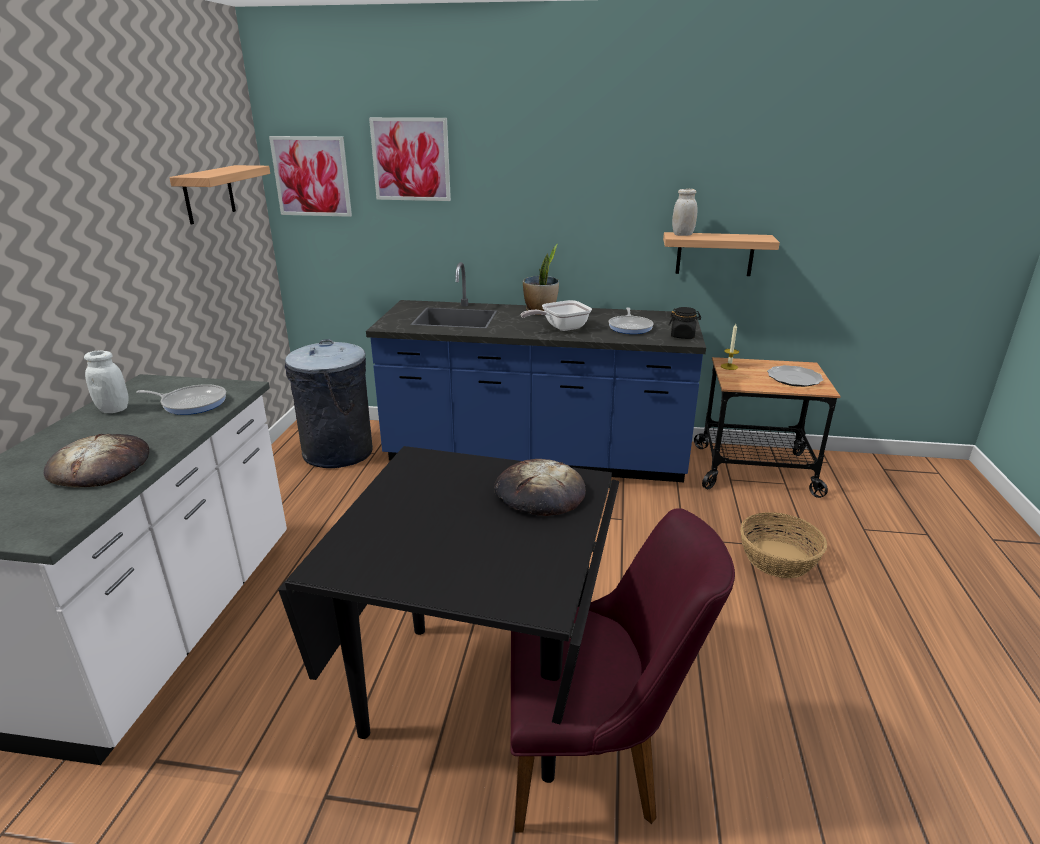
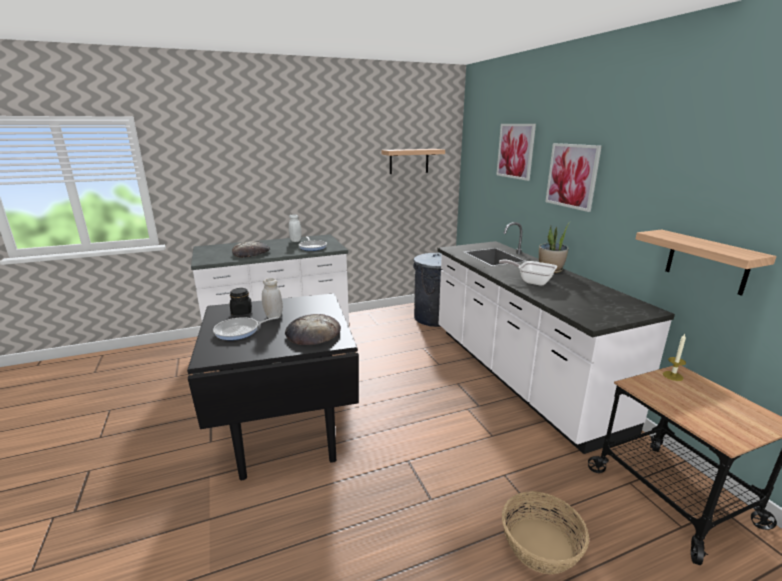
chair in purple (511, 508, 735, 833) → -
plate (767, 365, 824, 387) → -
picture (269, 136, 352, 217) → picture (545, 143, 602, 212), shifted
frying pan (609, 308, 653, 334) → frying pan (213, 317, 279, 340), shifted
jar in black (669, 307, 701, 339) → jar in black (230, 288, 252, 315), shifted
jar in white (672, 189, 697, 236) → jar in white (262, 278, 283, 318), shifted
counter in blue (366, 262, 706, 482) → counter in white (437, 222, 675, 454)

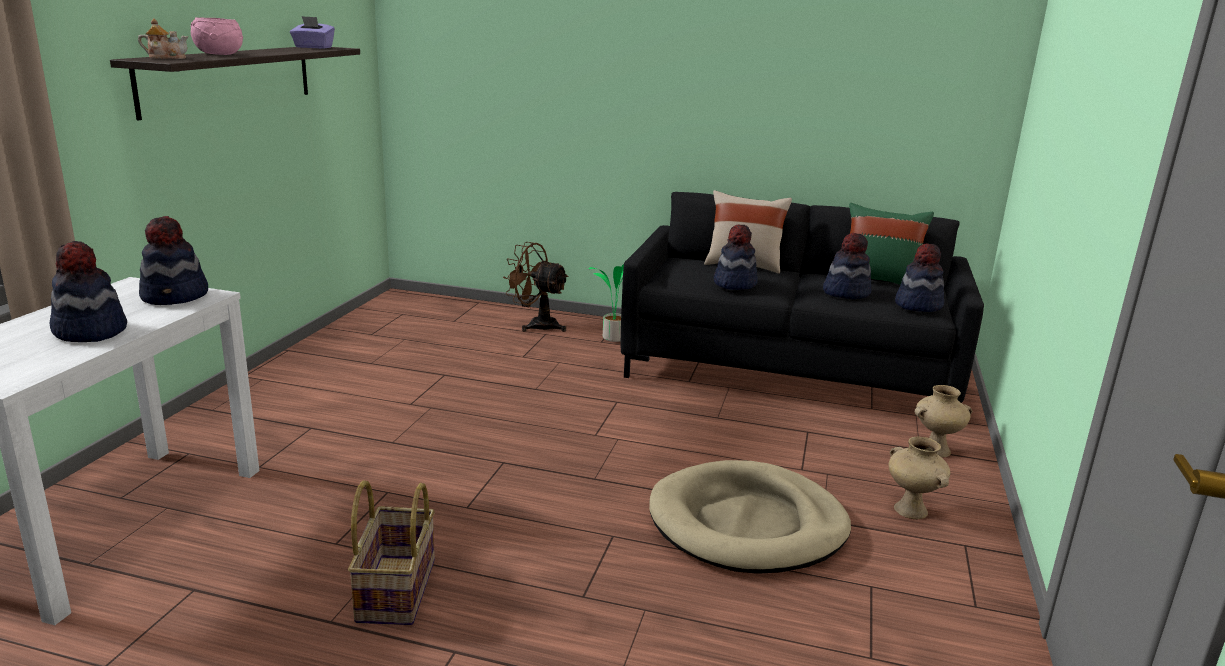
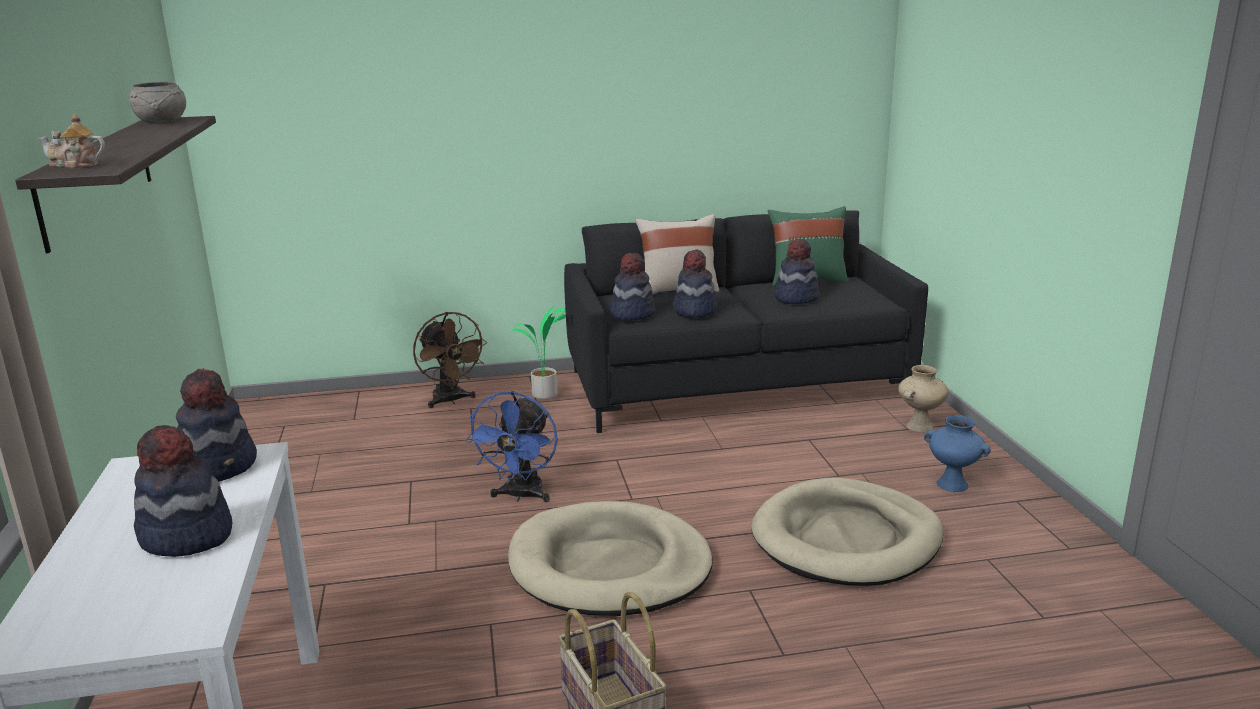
bowl in pink (191, 17, 243, 55) → -
- → fan in blue (465, 391, 558, 502)
- → dog bed in beige (508, 501, 713, 616)
hat (895, 243, 944, 312) → hat (610, 253, 656, 321), shifted
tissue box in purple (290, 16, 335, 49) → bowl in grey (129, 82, 186, 123)
vase in beige (888, 436, 950, 519) → vase in blue (924, 415, 991, 492)
teapot (138, 18, 188, 59) → teapot (38, 114, 105, 168), 150 degrees counterclockwise
fan in brown (503, 242, 569, 332) → fan in brown (413, 312, 488, 408), 120 degrees counterclockwise

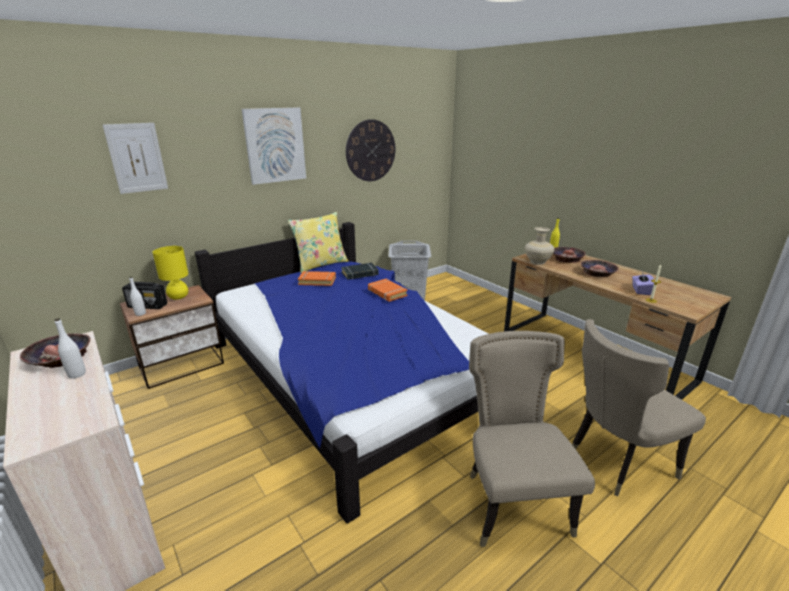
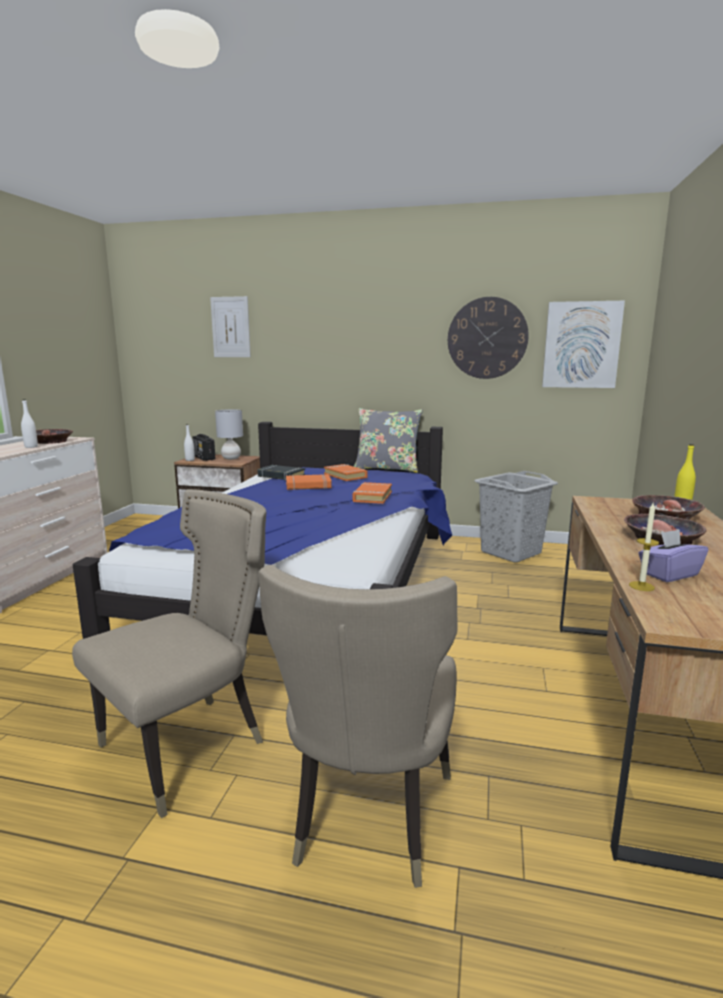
vase in beige (525, 227, 554, 265) → -
- → book in orange (286, 474, 332, 490)
picture (242, 107, 306, 185) → picture (542, 301, 625, 388), shifted
book in black (341, 263, 379, 280) → book in black (257, 465, 305, 480), shifted
table lamp in yellow (153, 246, 188, 299) → table lamp in grey (215, 409, 243, 460)
pillow in yellow (288, 212, 348, 273) → pillow in grey (354, 408, 423, 473)
chair in beige (572, 319, 706, 497) → chair in beige (258, 565, 457, 888), 105 degrees counterclockwise

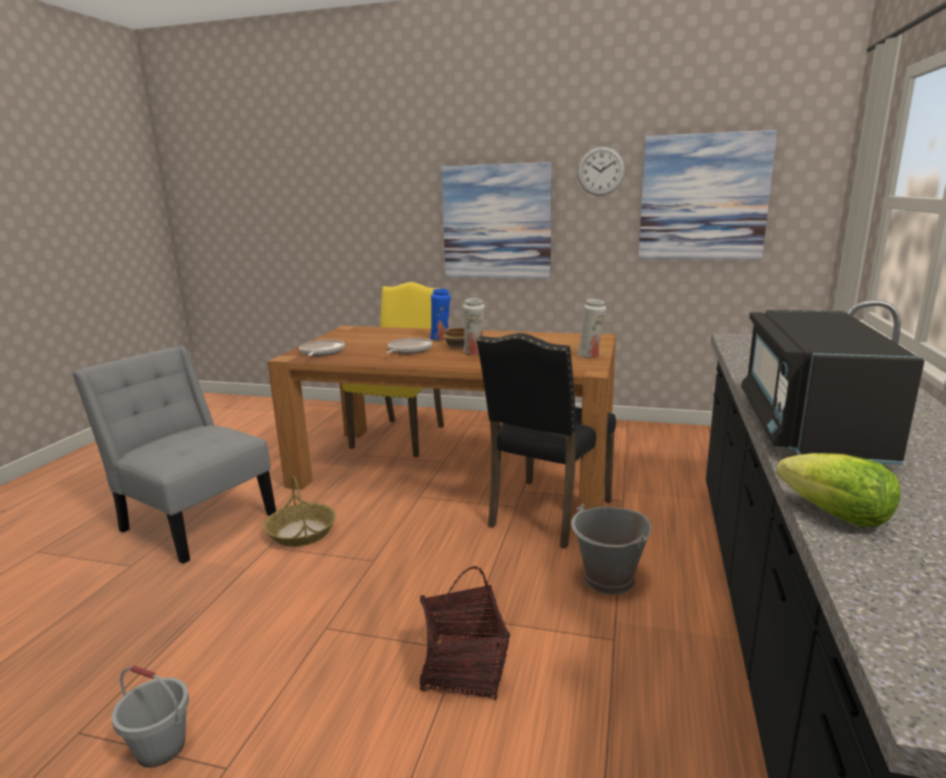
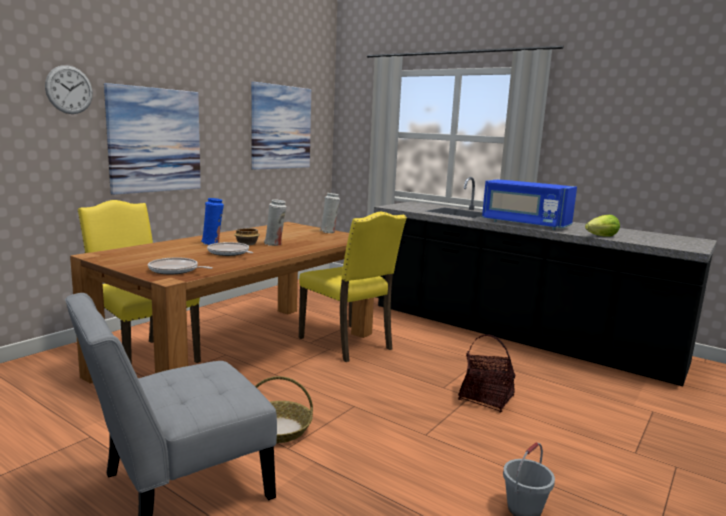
bucket in grey (571, 504, 651, 595) → -
wall clock (577, 146, 625, 196) → wall clock (45, 65, 93, 114), shifted
chair in black (477, 333, 616, 549) → chair in yellow (299, 212, 407, 362)
microwave in black (741, 310, 925, 465) → microwave in blue (482, 179, 577, 230)

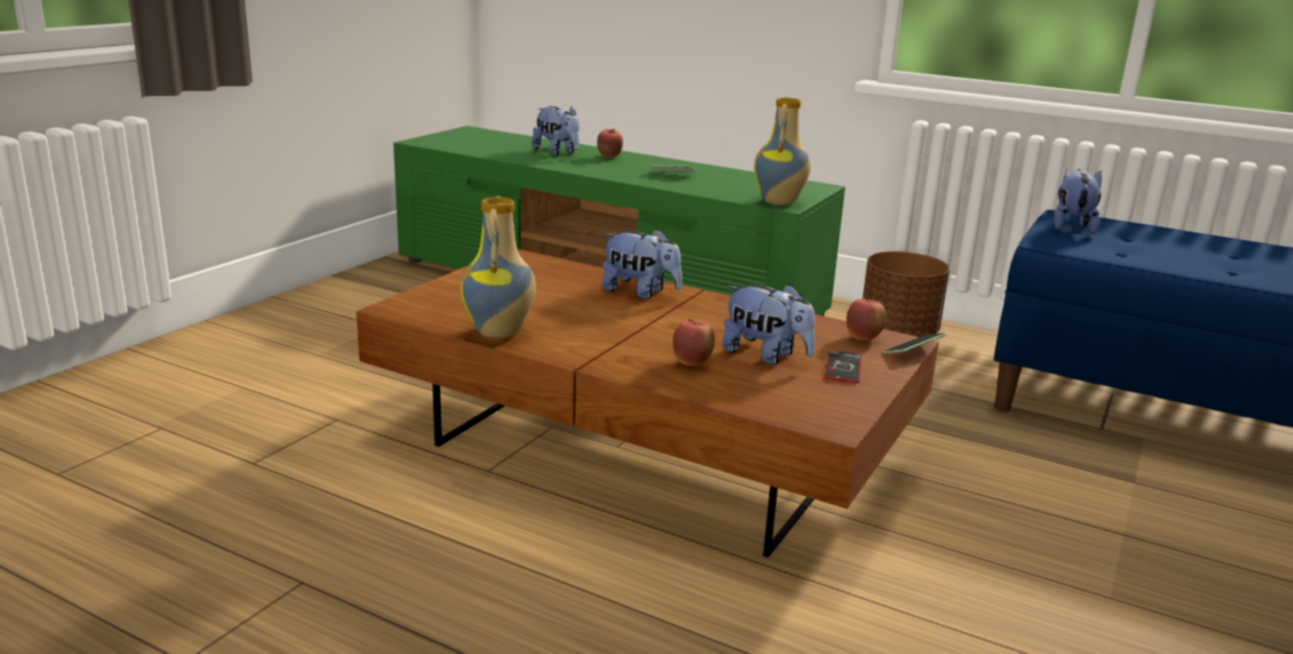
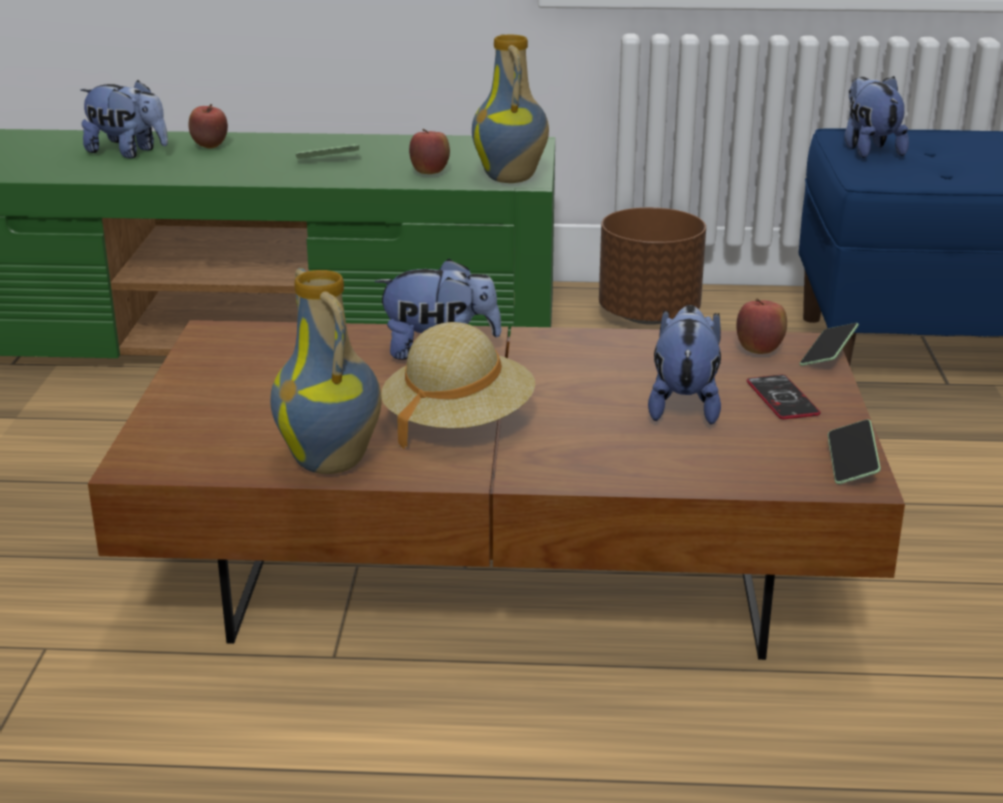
- → hat in beige (381, 322, 535, 450)
- → phone (828, 419, 881, 484)
apple (673, 319, 715, 366) → apple (409, 128, 450, 174), shifted
plush toy (722, 284, 815, 365) → plush toy (648, 305, 721, 425), 90 degrees counterclockwise

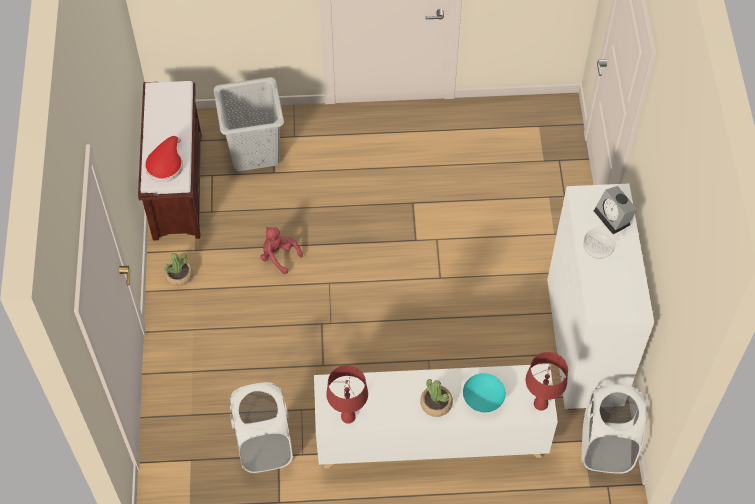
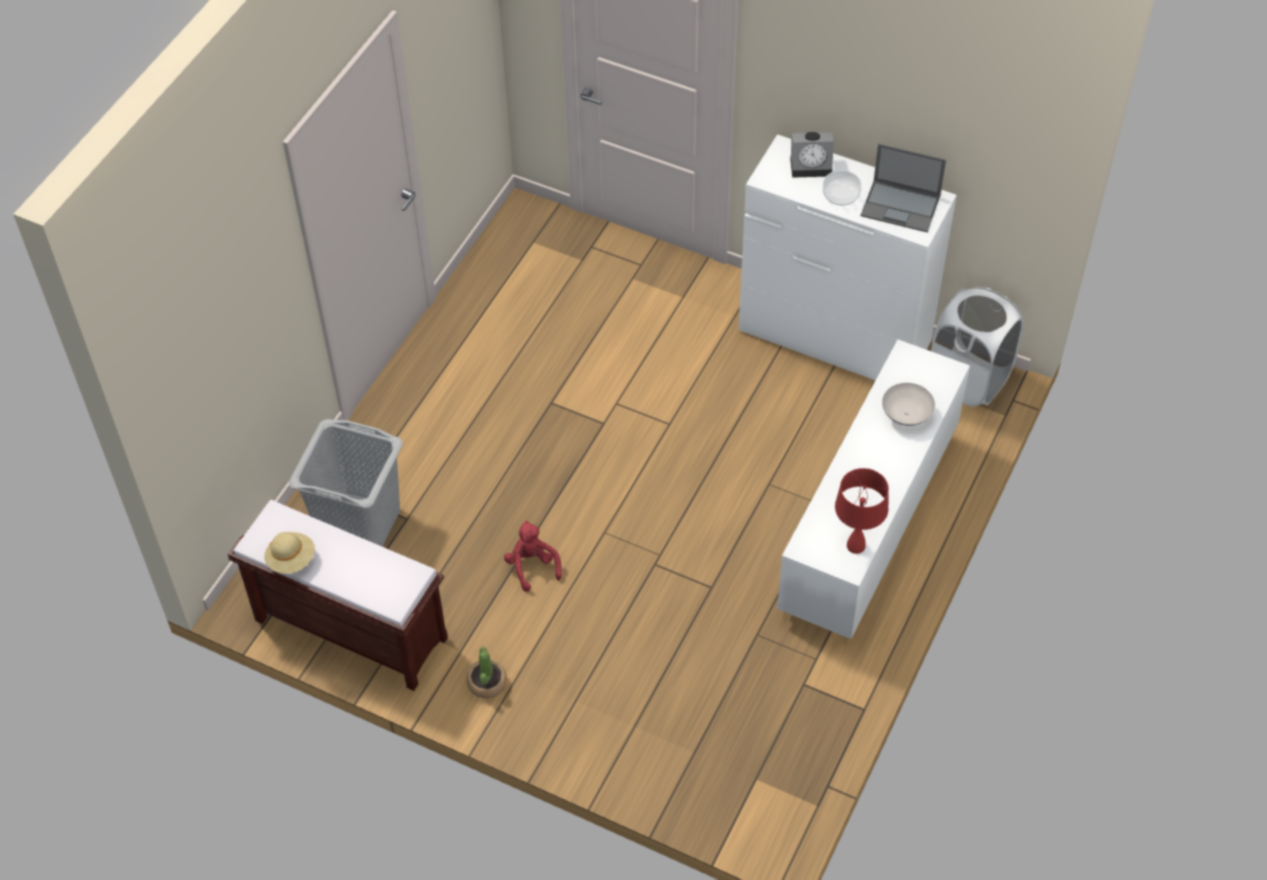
hat in red (145, 136, 183, 182) → -
laundry basket in white (230, 382, 293, 473) → -
potted plant (420, 379, 453, 417) → -
table lamp in red (526, 352, 568, 411) → -
- → hat in beige (264, 532, 315, 574)
- → laptop (861, 144, 946, 232)
bowl in turquoise (463, 373, 506, 412) → bowl in white (882, 383, 935, 426)
plush toy in red (260, 227, 303, 274) → plush toy in red (504, 520, 562, 592), 90 degrees clockwise

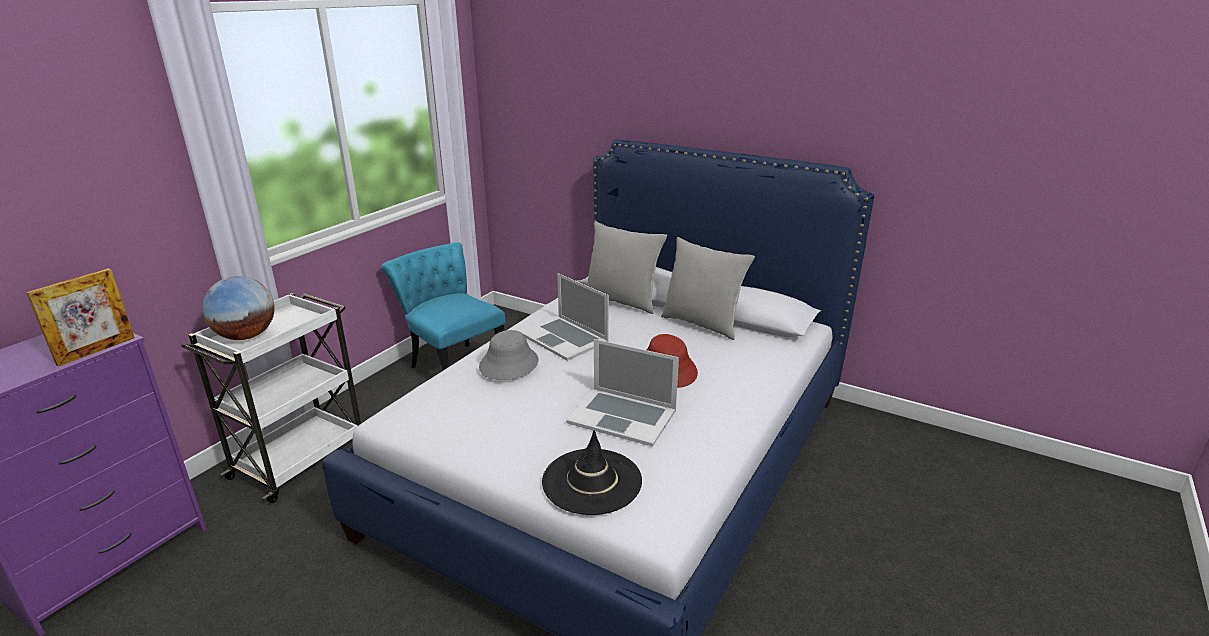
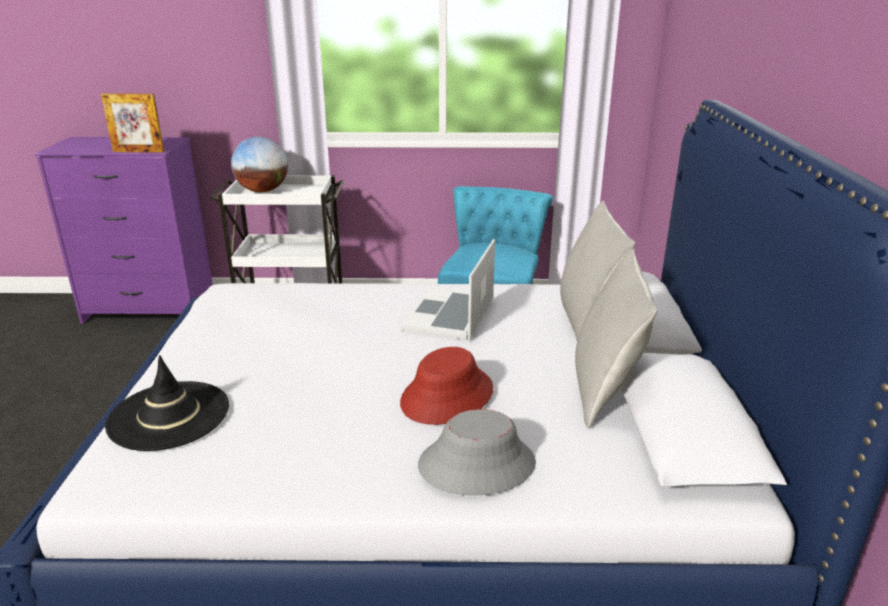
laptop (566, 339, 679, 447) → -
hat in grey (479, 330, 539, 380) → hat in grey (418, 409, 536, 496), shifted

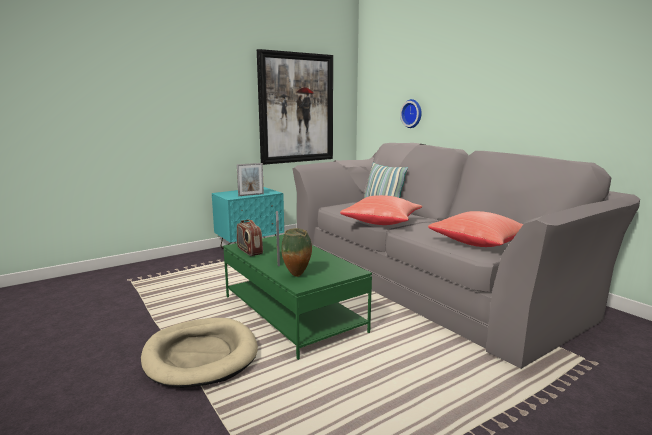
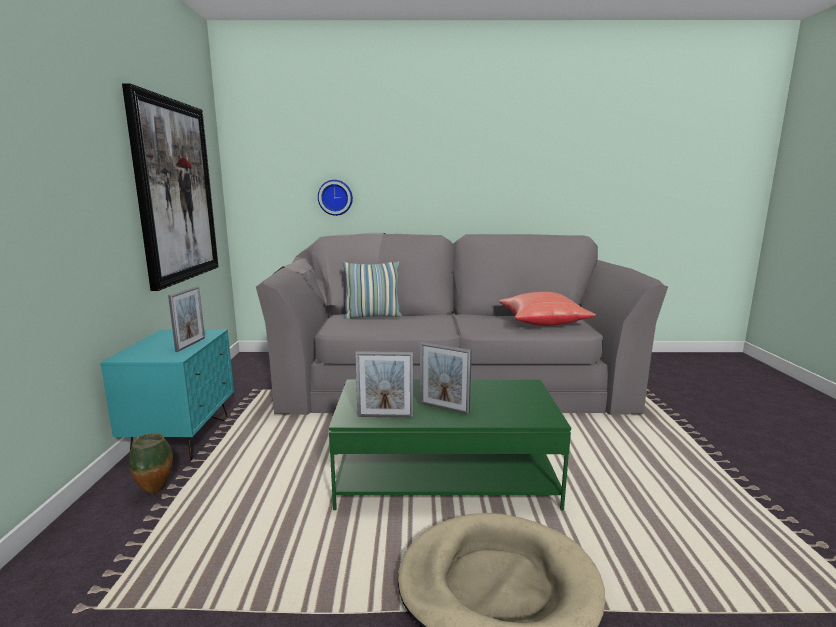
pillow in red (340, 195, 423, 225) → -
vase (281, 228, 312, 277) → vase (129, 433, 173, 494), shifted
radio (237, 219, 263, 256) → picture frame (355, 351, 413, 418)

